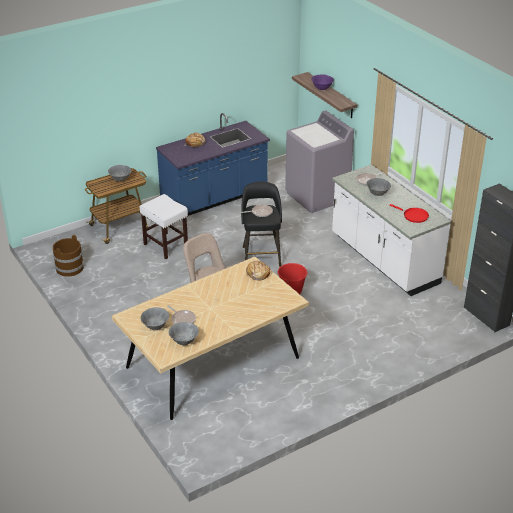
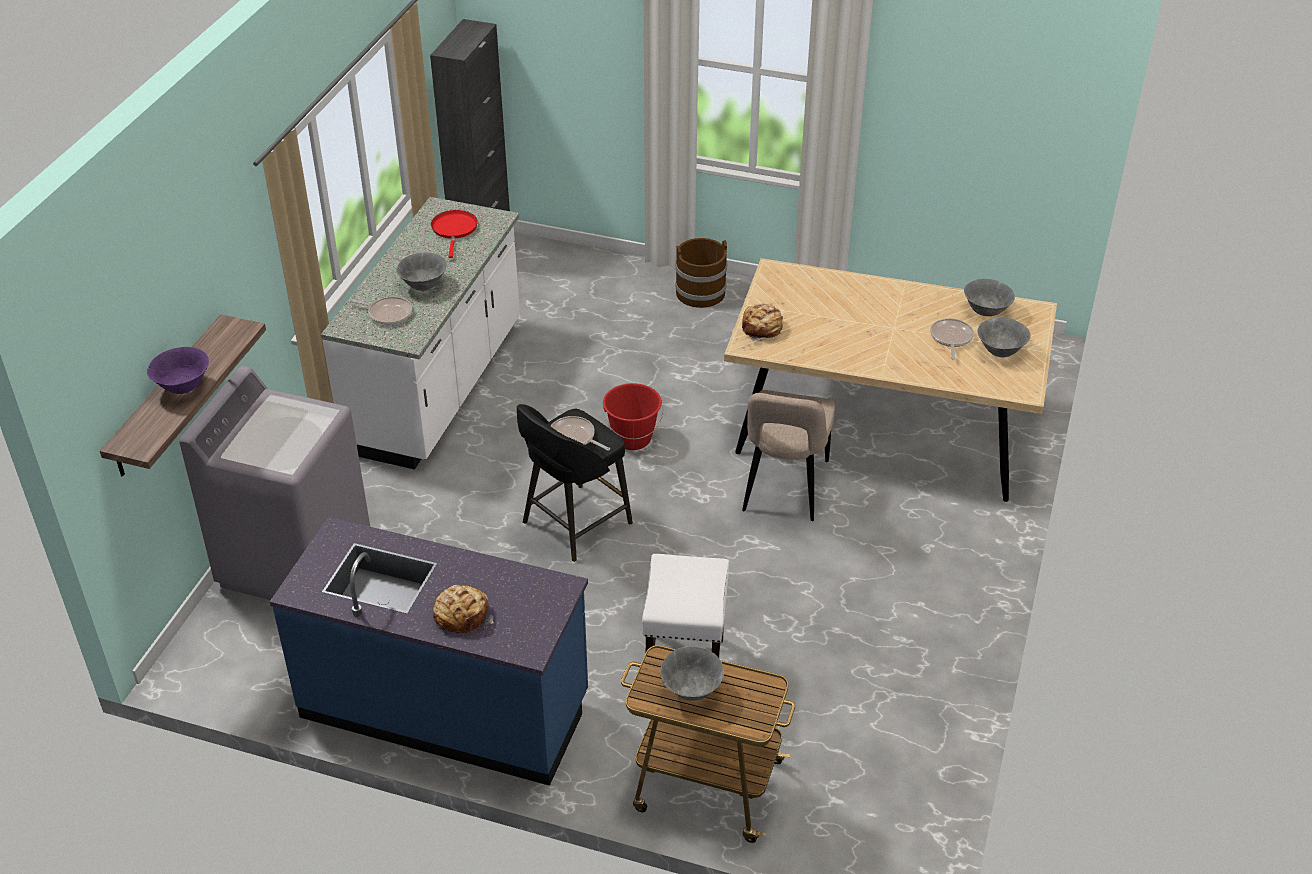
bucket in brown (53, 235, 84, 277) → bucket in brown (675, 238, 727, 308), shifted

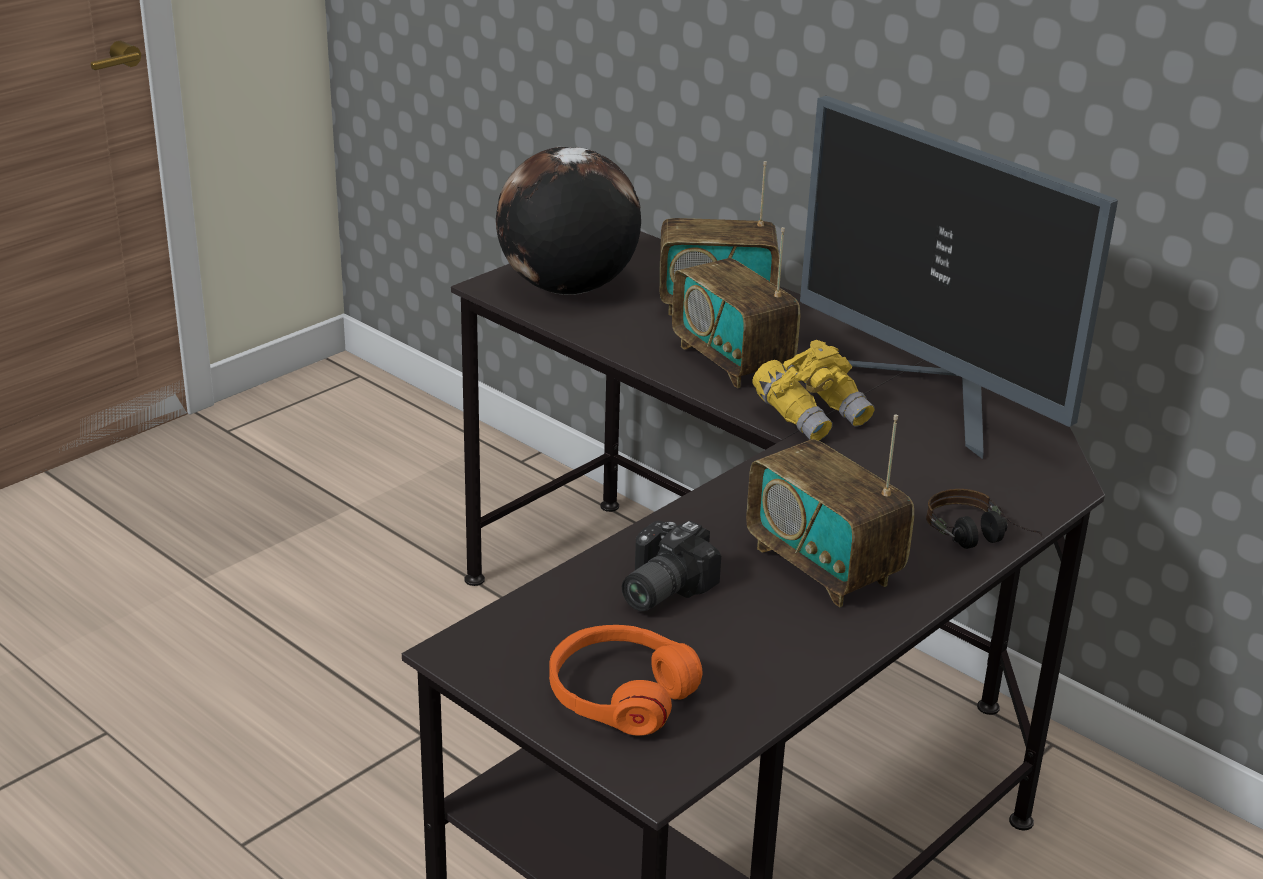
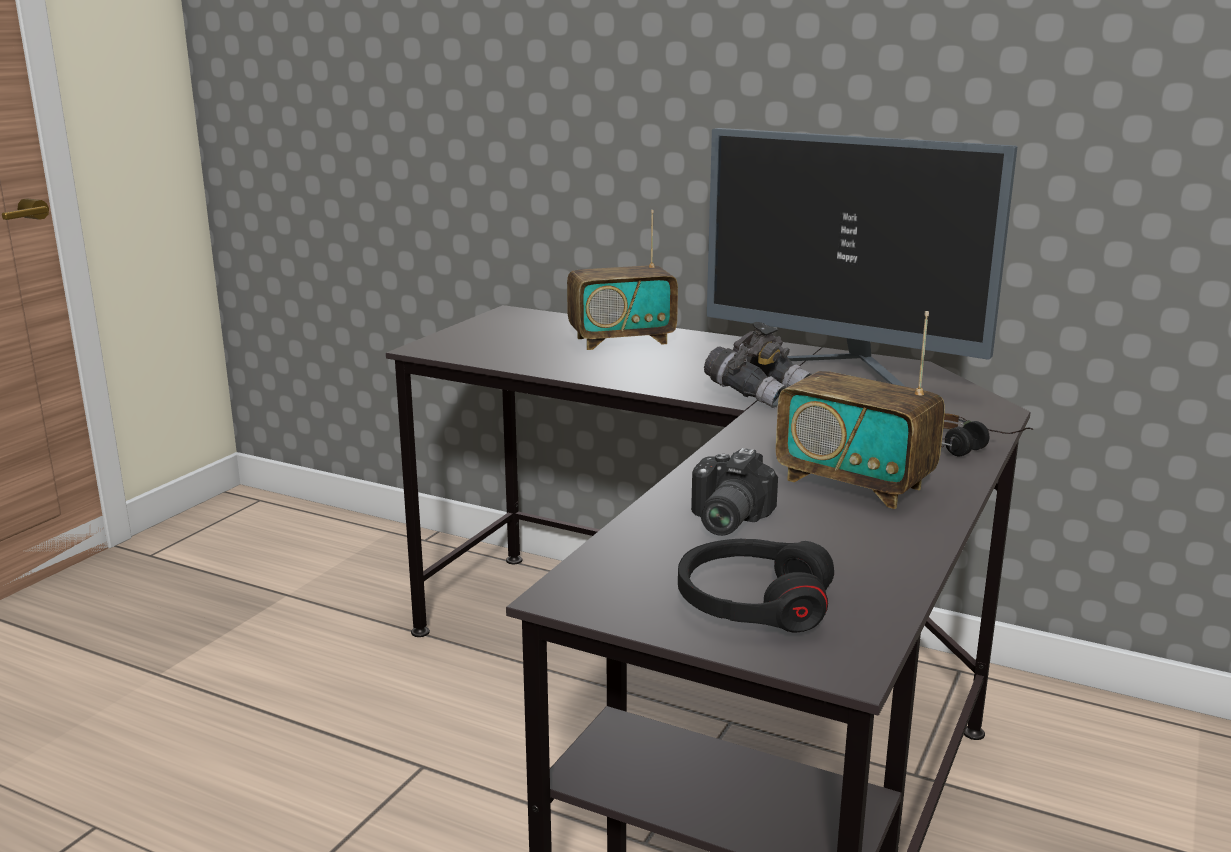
globe (496, 147, 641, 295) → -
radio (672, 227, 800, 388) → -
headphones in orange (549, 625, 702, 736) → headphones in black (678, 539, 834, 632)
binoculars in yellow (752, 340, 875, 441) → binoculars in grey (704, 322, 812, 408)

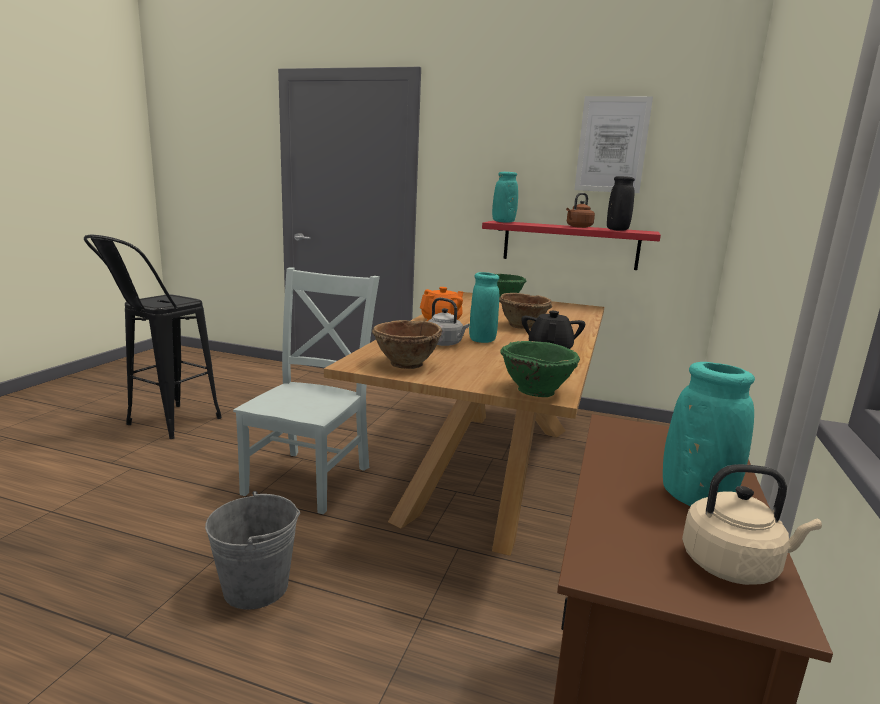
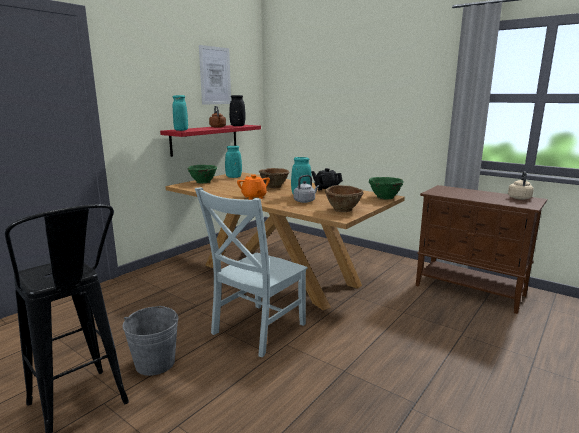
bucket in grey (205, 491, 300, 610) → bucket in grey (122, 306, 178, 376), shifted
vase in turquoise (663, 362, 755, 506) → vase in turquoise (225, 146, 242, 178), shifted
chair in grey (233, 267, 380, 514) → chair in grey (195, 187, 308, 357), 90 degrees counterclockwise

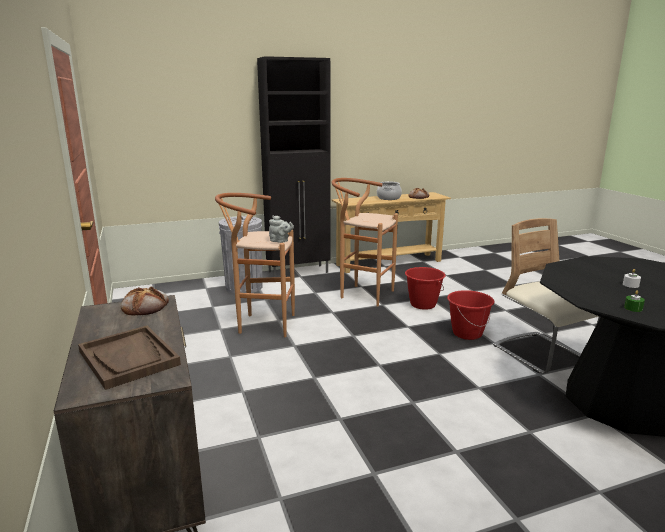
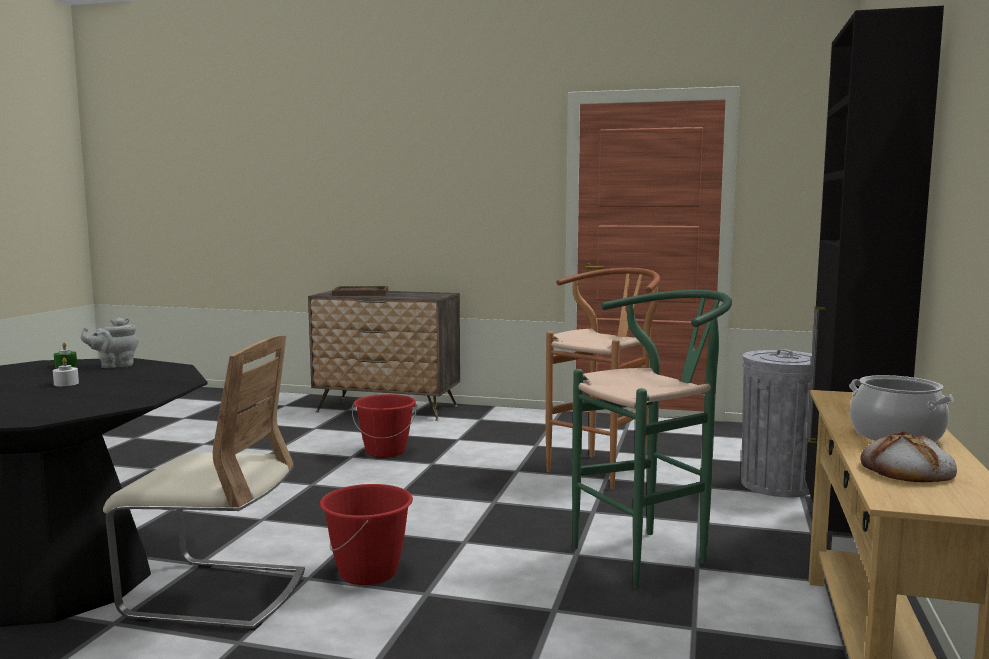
bread (121, 286, 169, 315) → -
teapot in grey (269, 216, 294, 243) → teapot in grey (81, 318, 138, 368), shifted
bucket in red (405, 267, 446, 310) → bucket in red (352, 394, 417, 457), shifted
stool in brown (331, 178, 398, 307) → stool in green (572, 290, 732, 588)

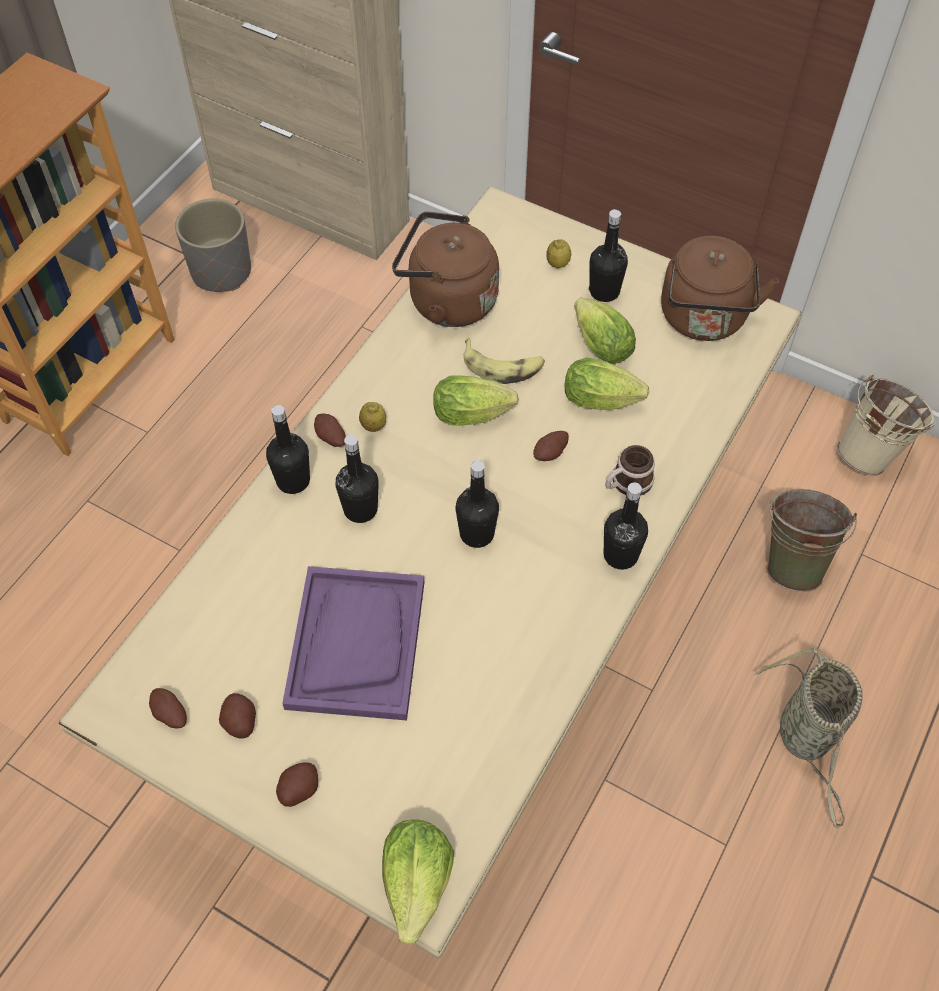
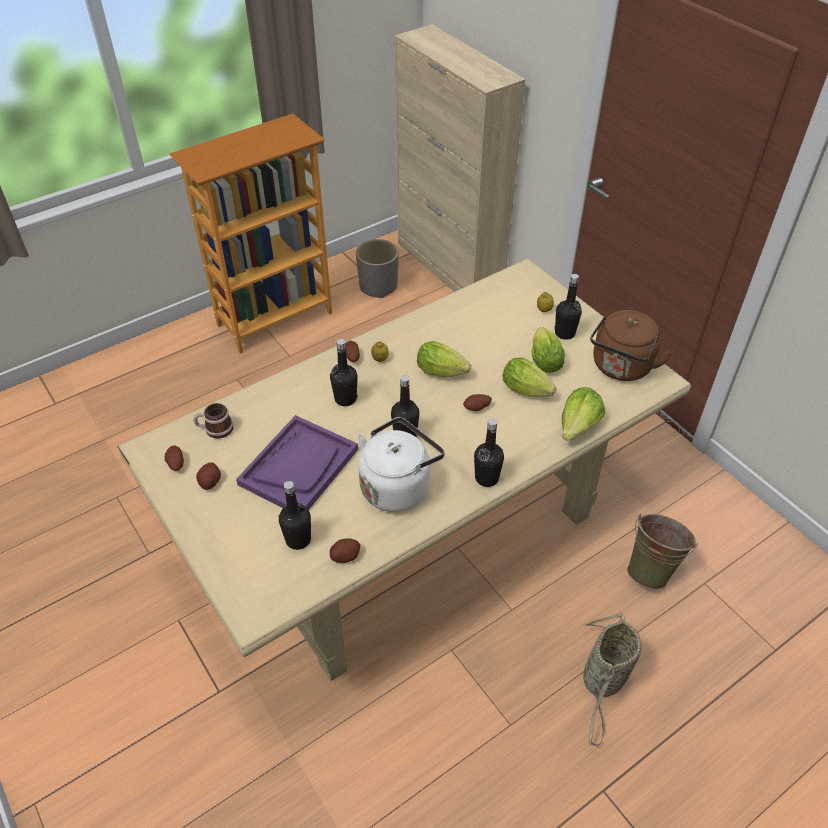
kettle in brown (392, 211, 499, 327) → -
banana (464, 338, 545, 384) → -
bucket in beige (837, 374, 934, 476) → -
- → kettle in white (358, 417, 445, 512)
bottle in black (266, 405, 310, 494) → bottle in black (279, 481, 311, 550), shifted
potato (276, 762, 318, 807) → potato (330, 538, 360, 563), shifted
lettuce (382, 819, 454, 944) → lettuce (562, 387, 605, 441), shifted
mug (605, 445, 655, 496) → mug (193, 403, 233, 439), shifted

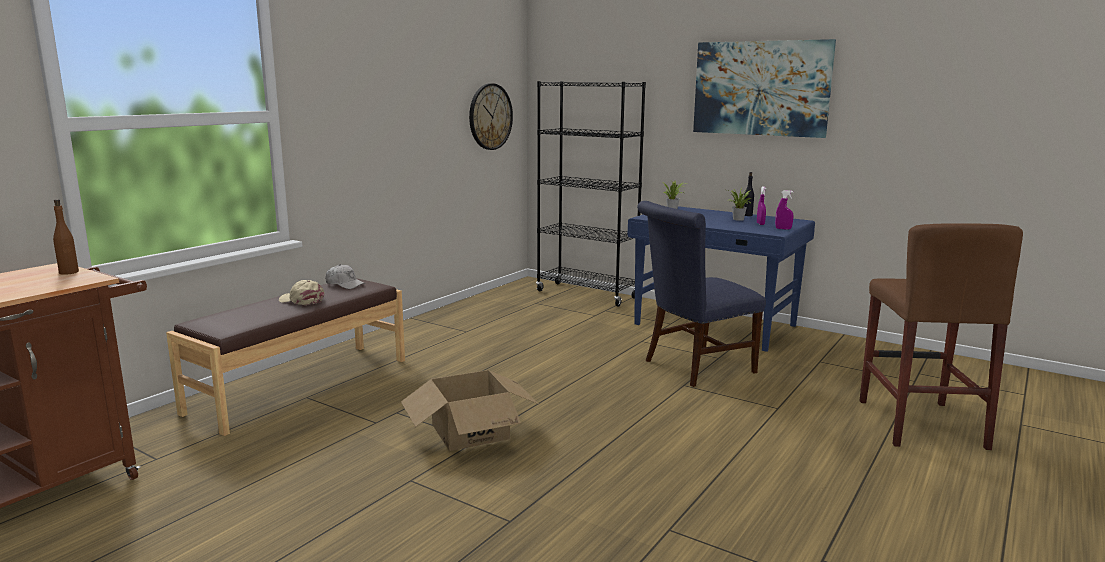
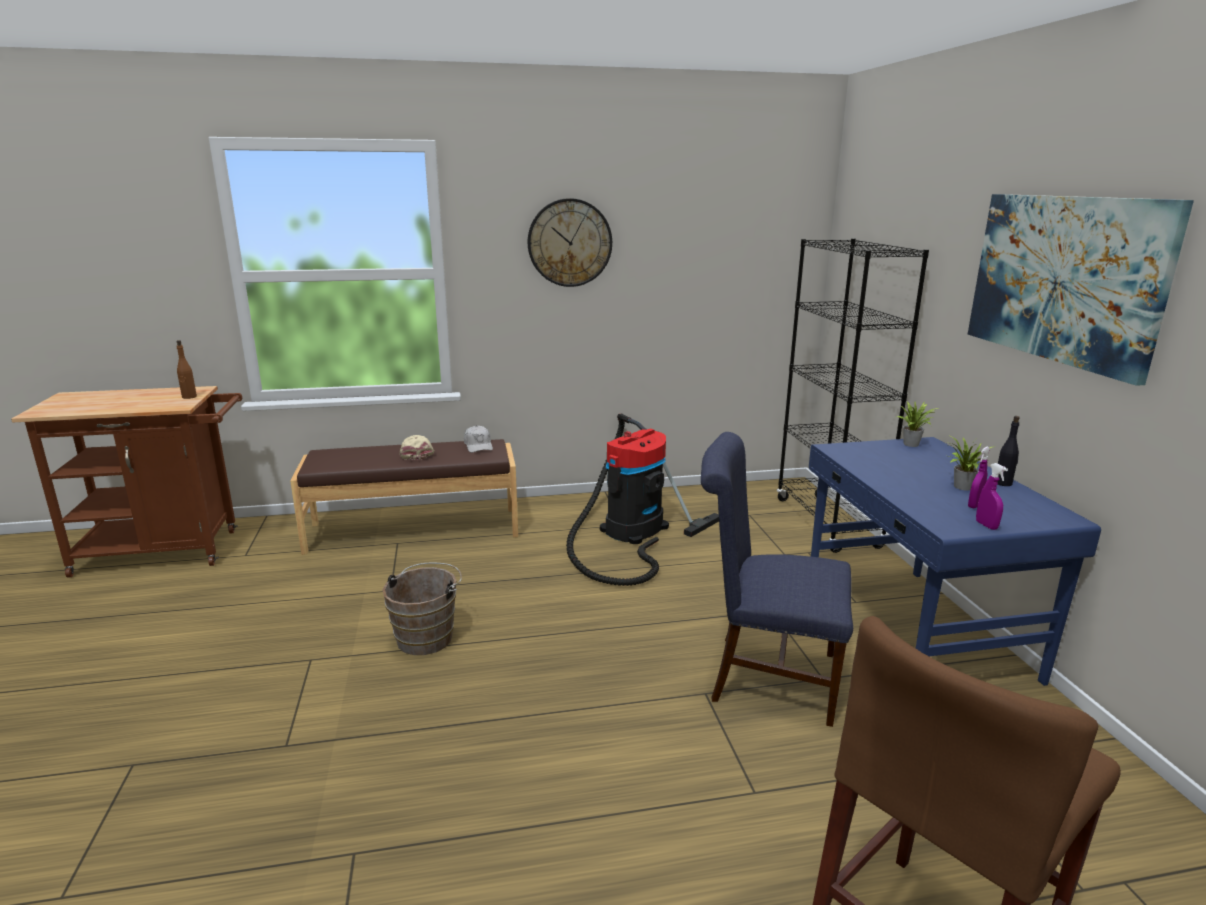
- → vacuum cleaner (566, 414, 719, 586)
wall clock (469, 83, 513, 150) → wall clock (528, 198, 612, 287), shifted
cardboard box (401, 370, 538, 451) → bucket in brown (382, 563, 462, 655)

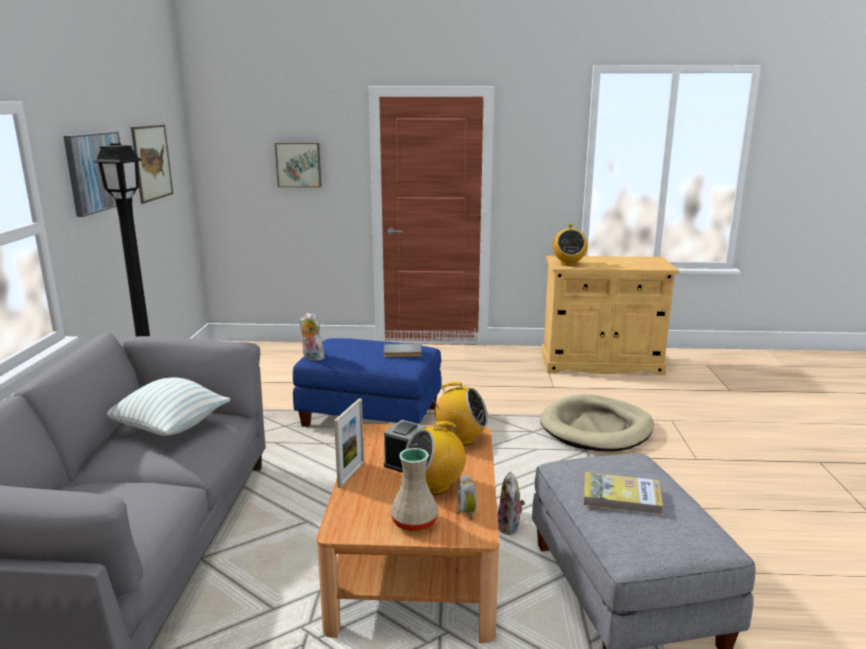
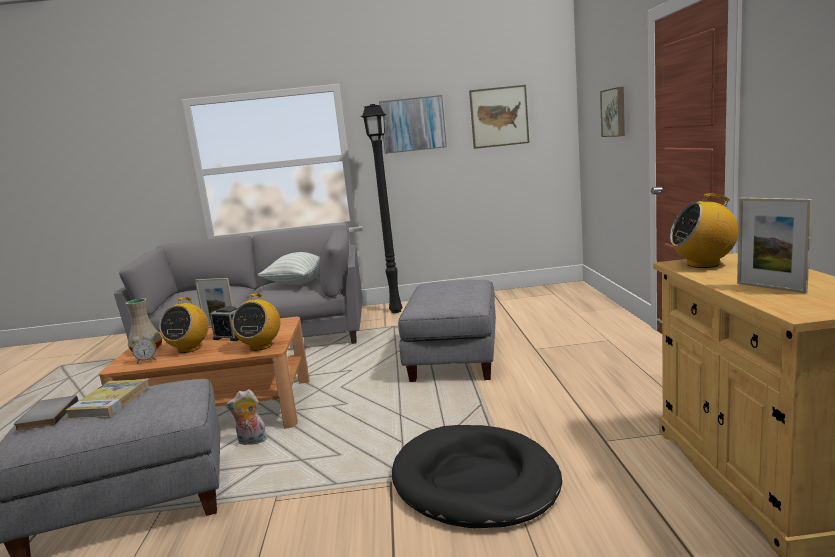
plush toy (299, 313, 324, 361) → -
- → picture frame (737, 198, 812, 293)
book in grey (384, 344, 422, 357) → book in grey (14, 395, 78, 431), shifted
ottoman in blue (293, 338, 441, 427) → ottoman in grey (398, 280, 496, 382)
dog bed in beige (540, 394, 654, 451) → dog bed in black (392, 425, 562, 528)
radio (406, 421, 466, 495) → radio (159, 297, 209, 353), 135 degrees counterclockwise

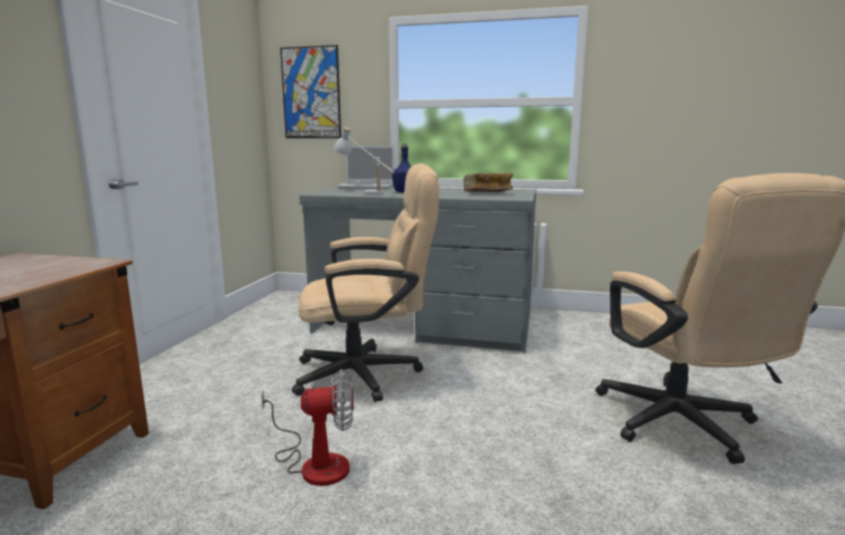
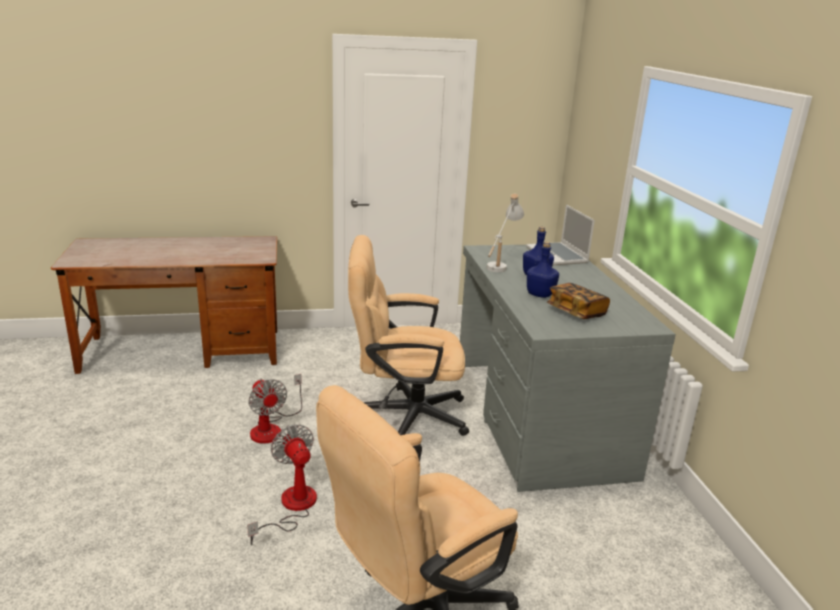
picture (280, 45, 341, 138) → -
- → fan (247, 424, 317, 545)
- → bottle in blue (527, 242, 559, 298)
office chair in beige (292, 163, 439, 402) → office chair in beige (348, 235, 469, 436), 120 degrees clockwise

